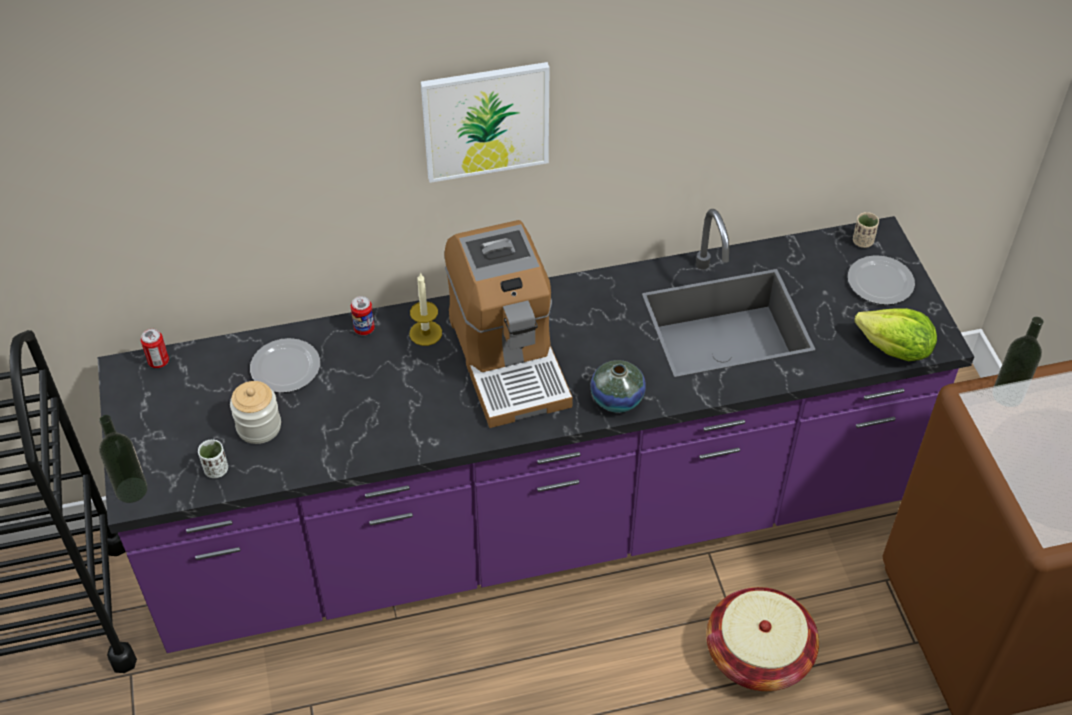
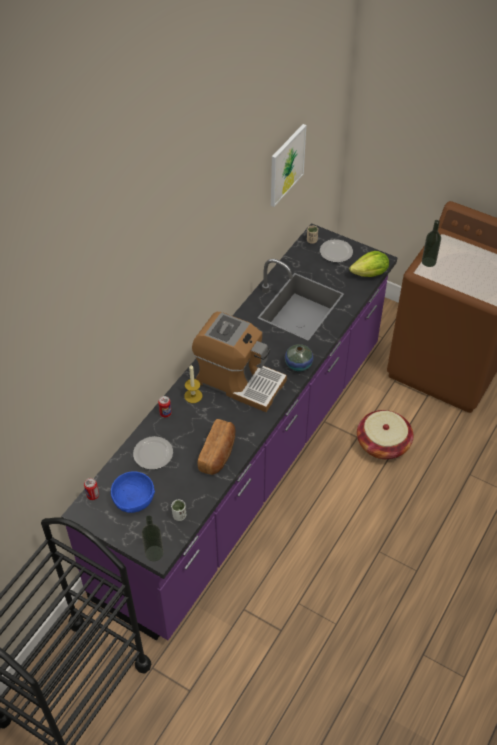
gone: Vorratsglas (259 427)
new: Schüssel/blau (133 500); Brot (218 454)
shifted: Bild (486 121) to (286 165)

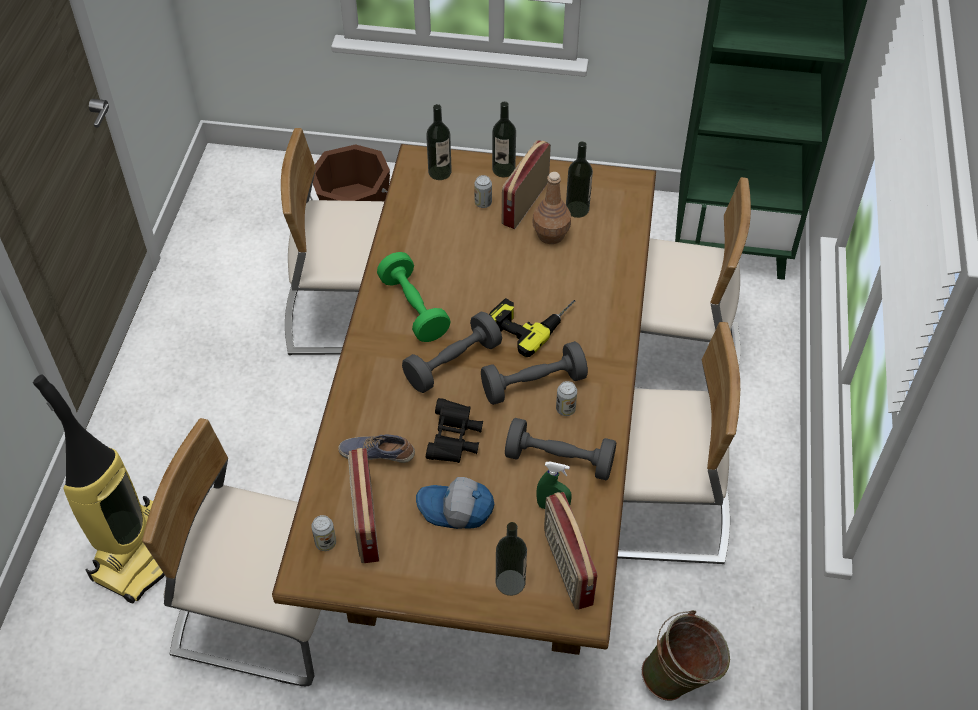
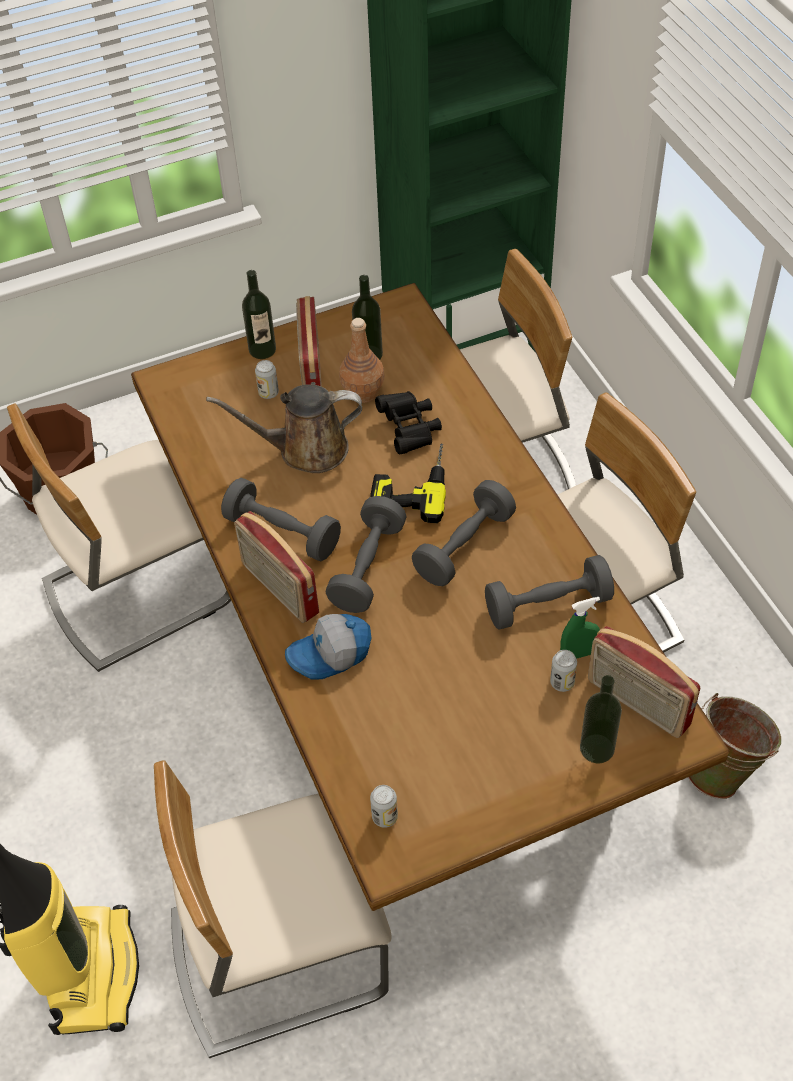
gone: Schuh (377 454); Flasche (439 172)
new: Gießkanne/braun (306 450)
shifted: Radio (365 523) to (279 589); Kappe (456 510) to (331 655); Fernglas/schwarz (454 440) to (410 430); Dose (565 409) to (562 682)
repainted: Hantel/grün (414 308) to Hantel/grau (282 533)

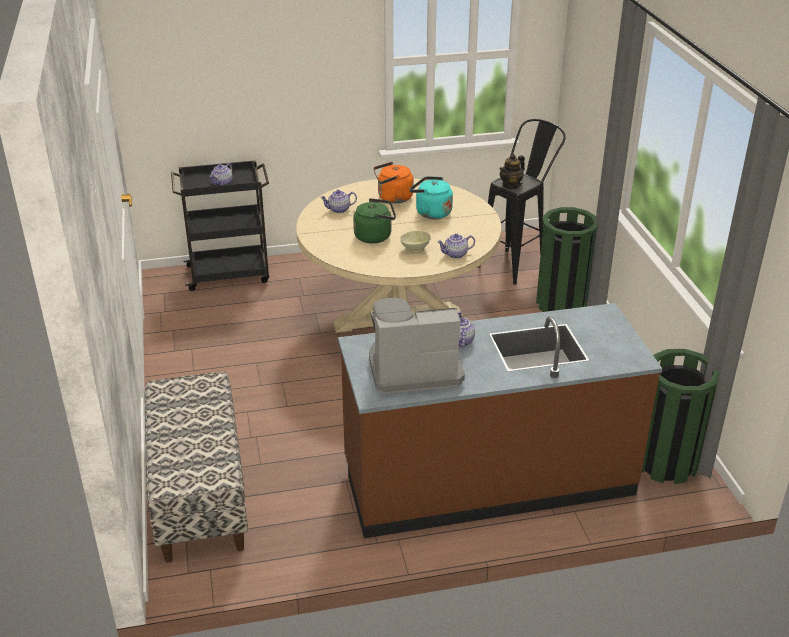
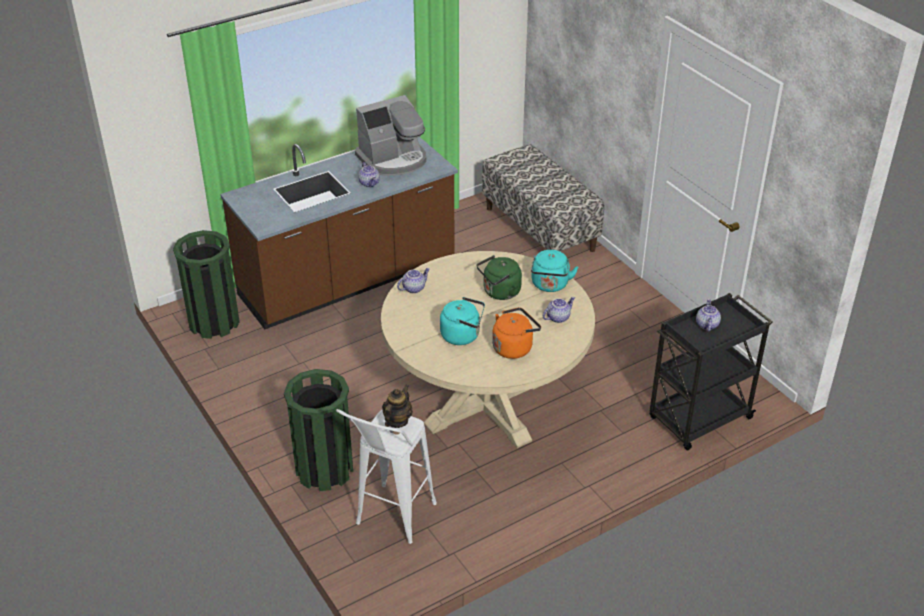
gone: Schüssel/beige (415 249)
new: Wasserkessel/türkis (550 285)
repainted: Hocker/schwarz (517 263) to Hocker/weiß (390 522)

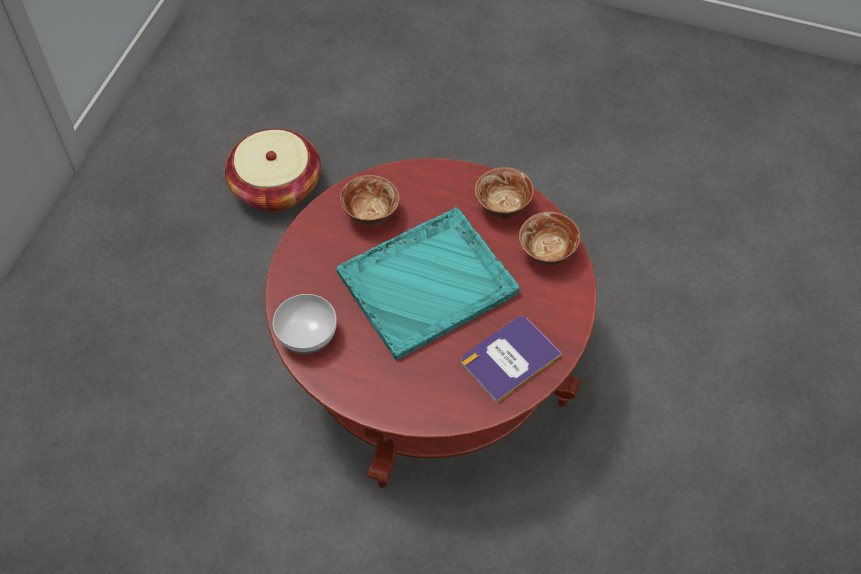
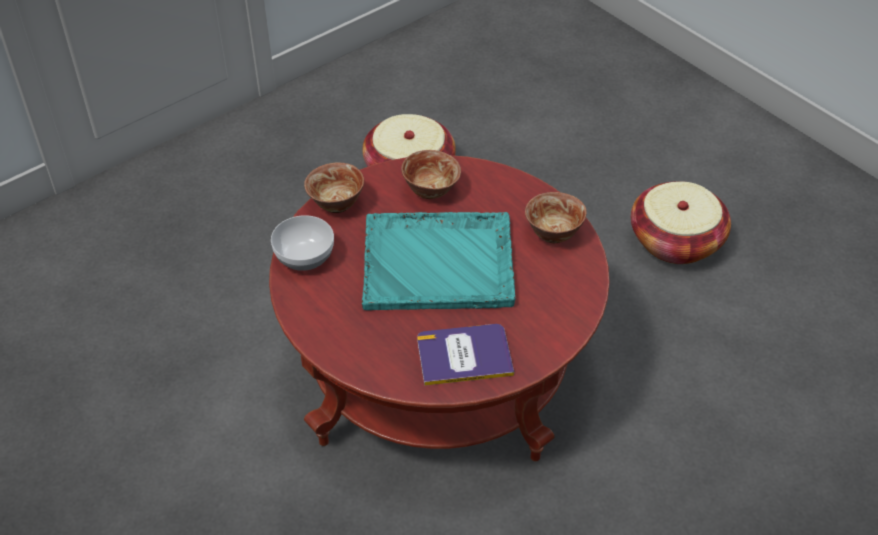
new: Korb (676 241)
shifted: Schüssel (547 253) to (336 204)

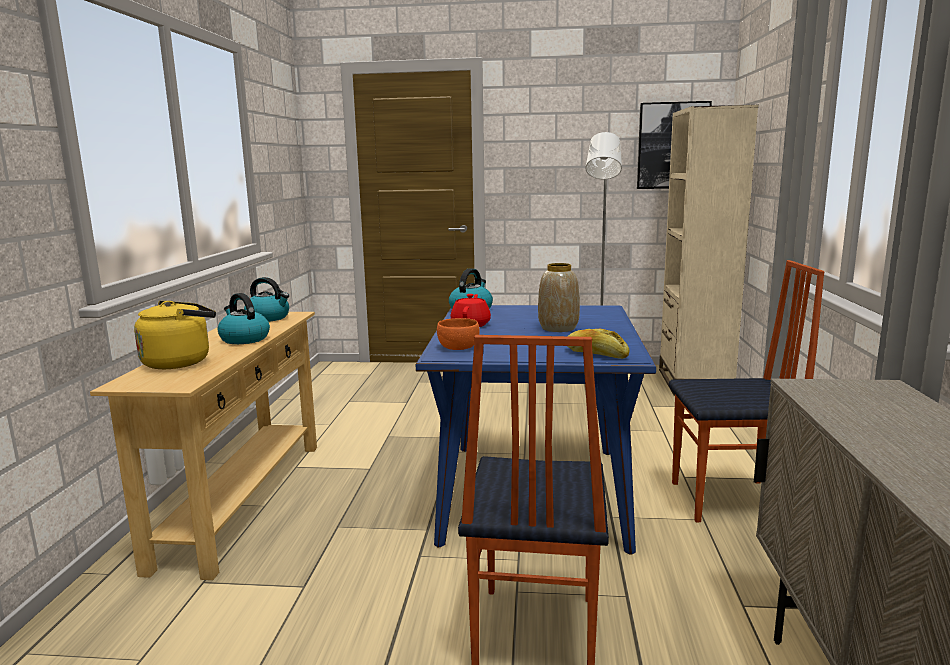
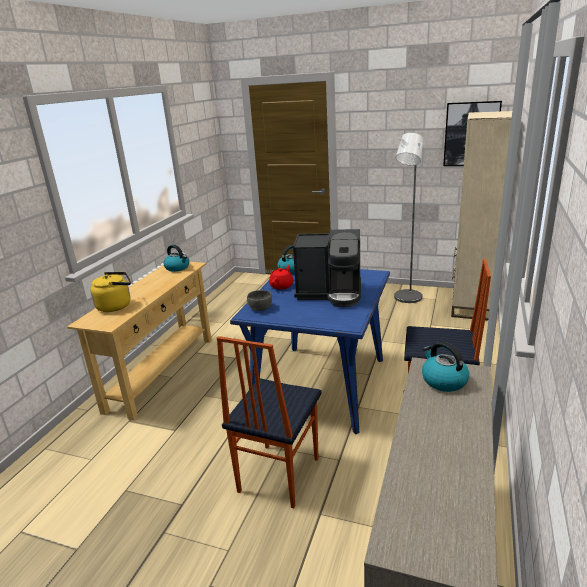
gone: Brot (596 354)
shifted: Wasserkessel (244 339) to (443 381)
swapped: Vase (558 328) to Kaffeemaschine (331 293)
repainted: Schüssel/orange (459 347) to Schüssel/grau (260 308)

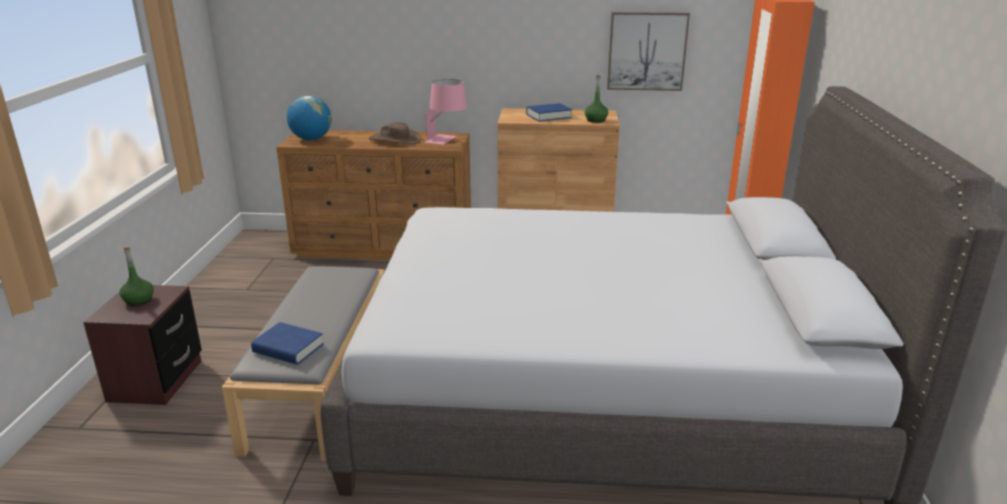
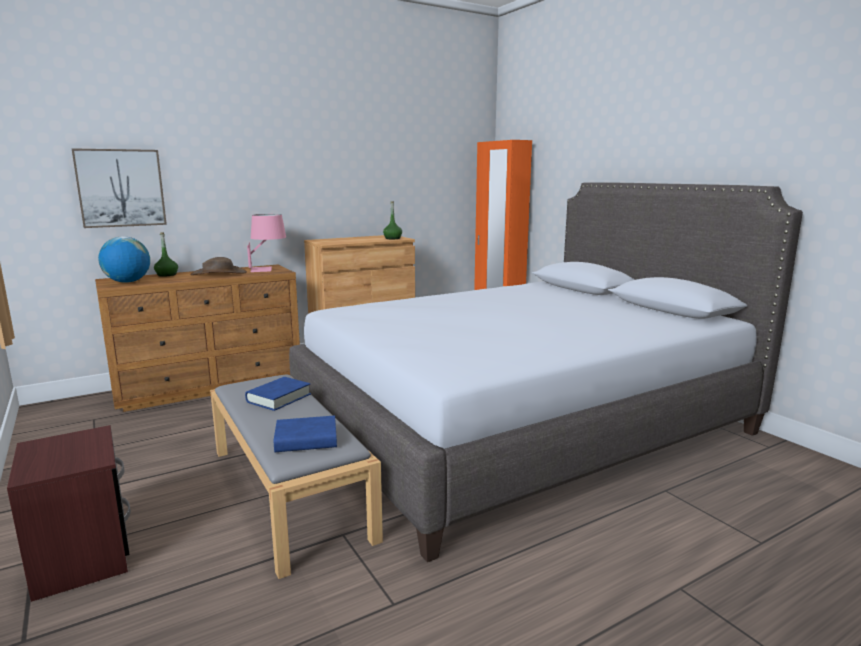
shifted: Flasche/grün (139 300) to (167 275); Buch/blau (548 116) to (279 398); Bild (647 51) to (121 188)

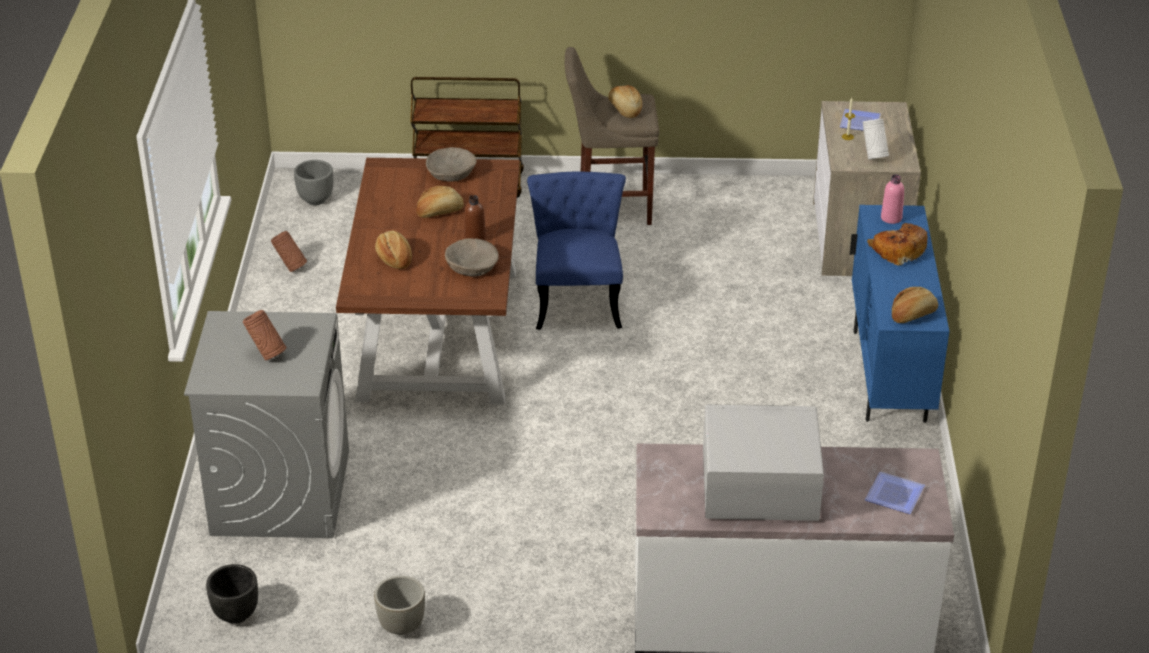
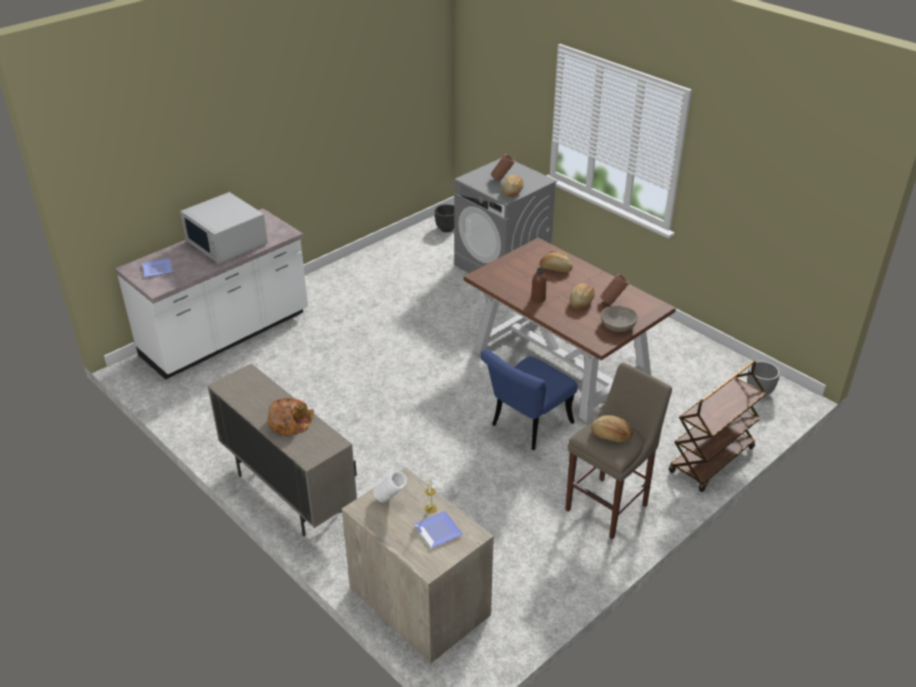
gone: Pflanzkübel/grau (401 625); Schüssel/beige (471 266); Flasche/rosa (891 218)
shifted: Vase/braun (290 267) to (612 302); Brot (913 315) to (512 191)
repainted: Schrank/blau (889 376) to Schrank/beige (288 493)
rotated: Stuhl/blau (577 299) = (526 426) 90 degrees clockwise; Mikrowelle/weiß (758 486) = (227 243) 90 degrees clockwise

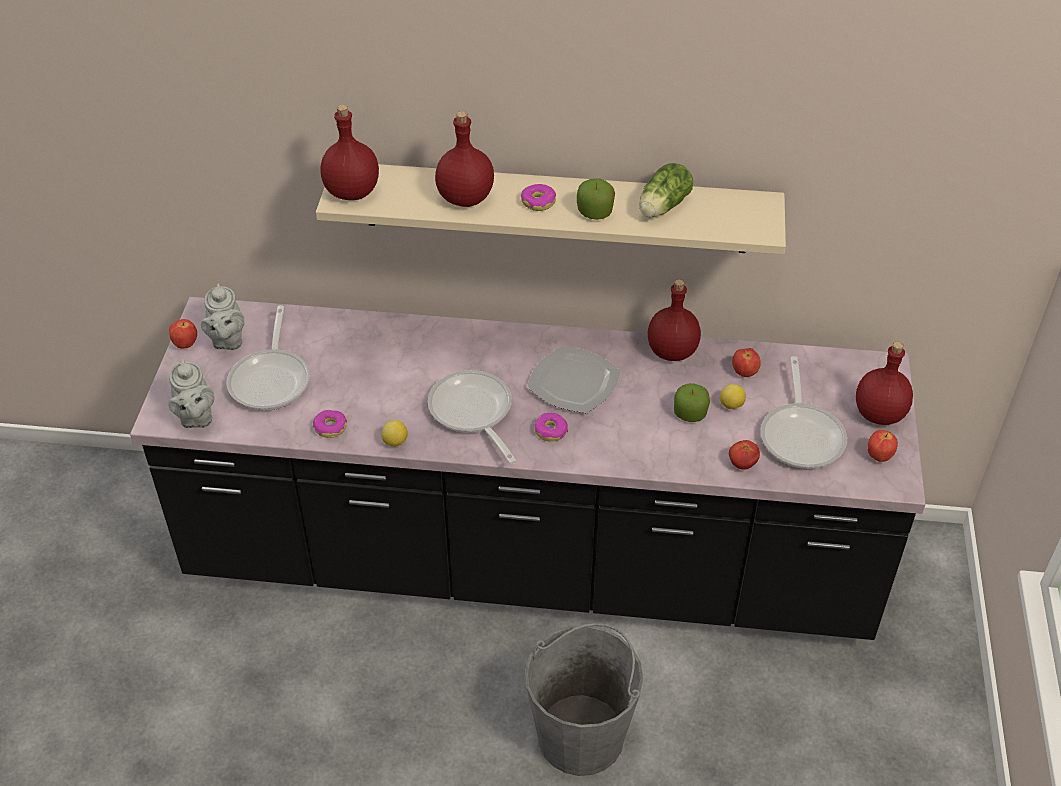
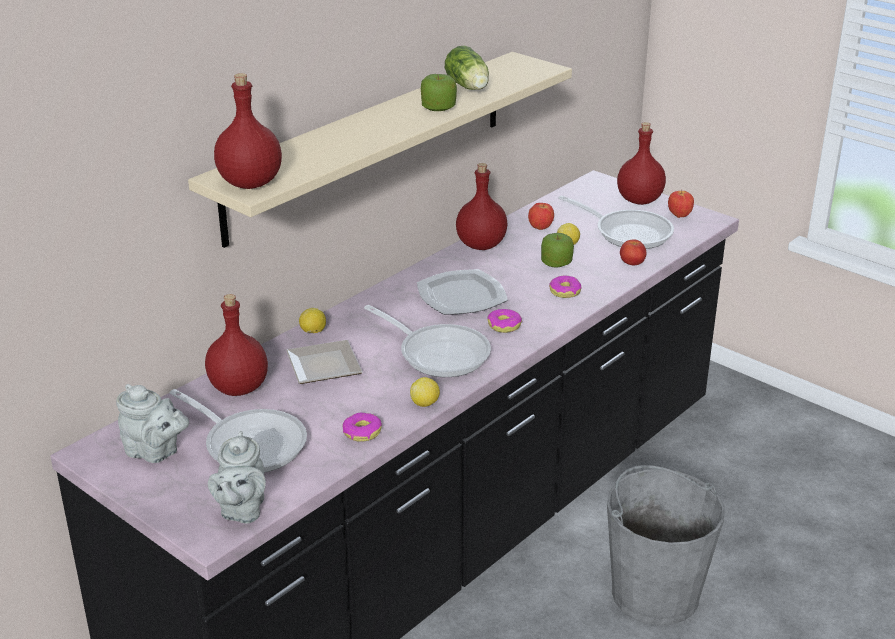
gone: Apfel (186 344)
new: Teller (326 364); Zitrone (313 332)
shifted: Flasche/rot (464 199) to (239 388); Donut (538 202) to (565 291)
rotated: Teekanne/grau (196 418) = (241 510) 75 degrees clockwise; Pfanne (473 413) = (438 353) 150 degrees counterclockwise

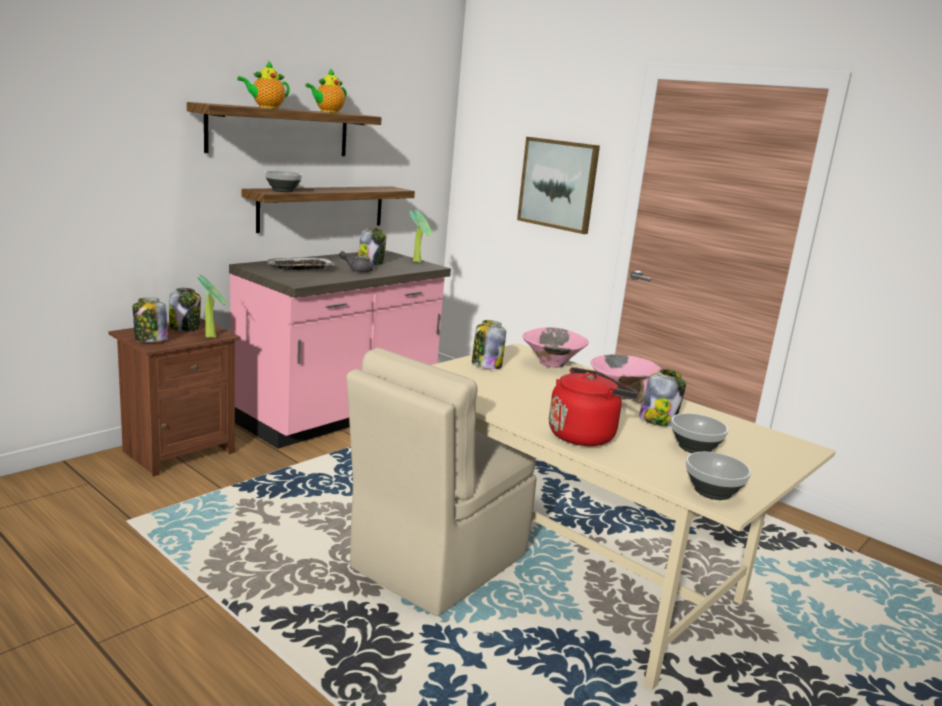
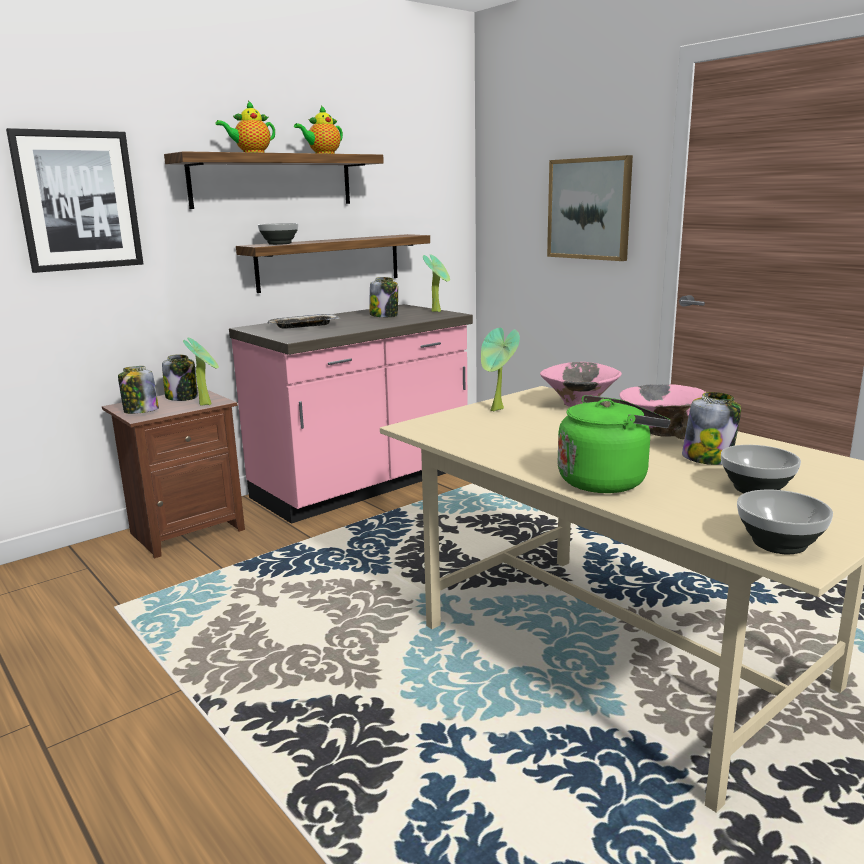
gone: Teekanne/grau (357 270); Stuhl/beige (436 563)
new: Bild (78 201)
swapped: Vorratsglas (486 365) to Topfpflanze (497 410)
repainted: Wasserkessel/rot (584 435) to Wasserkessel/grün (606 480)

